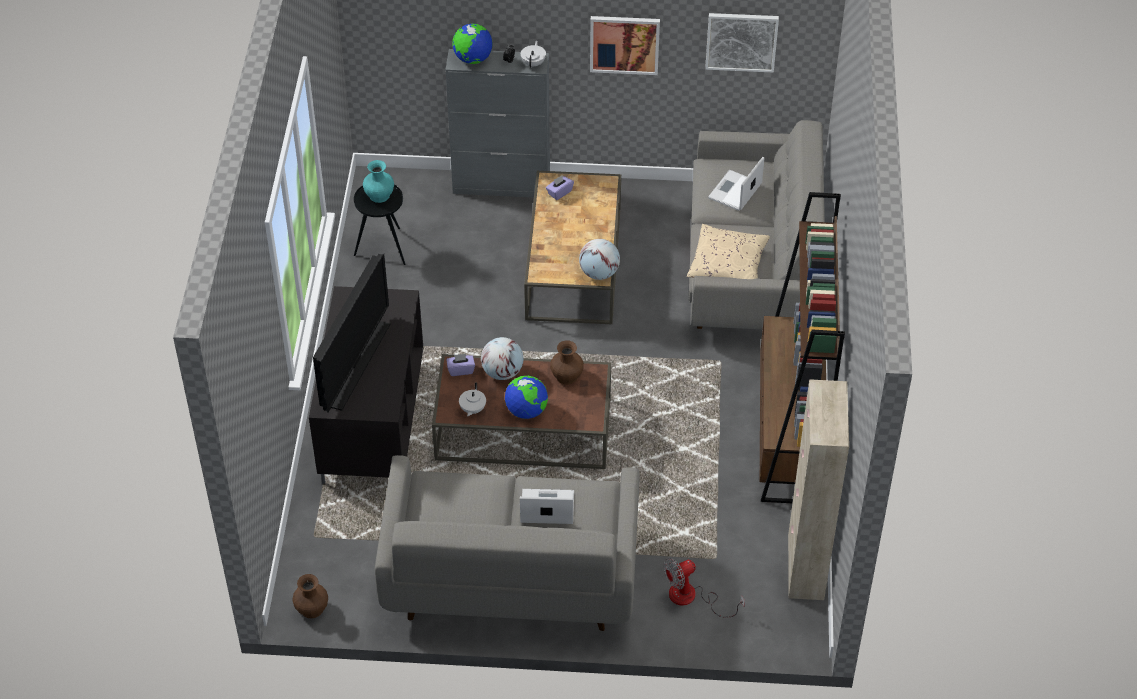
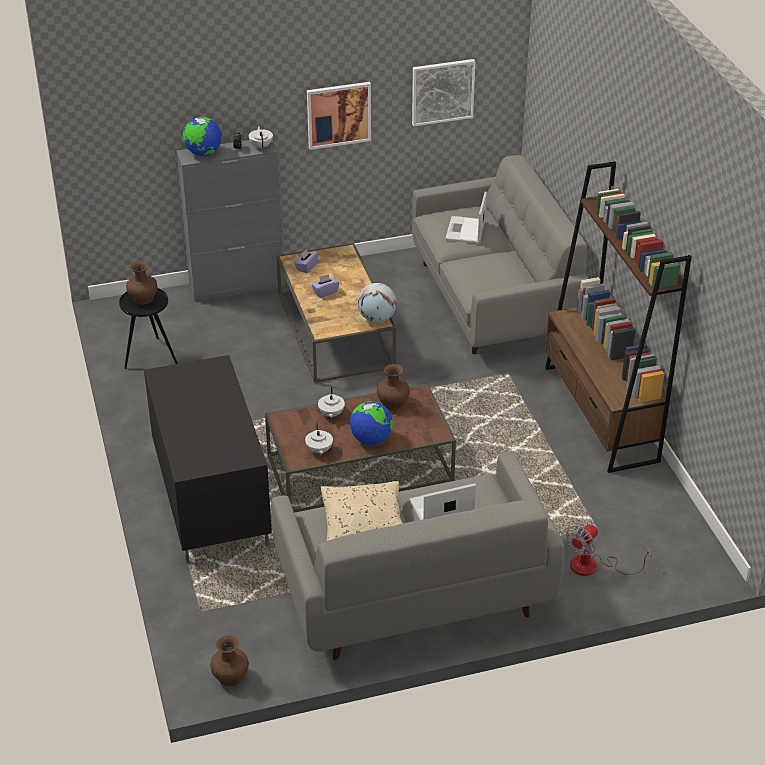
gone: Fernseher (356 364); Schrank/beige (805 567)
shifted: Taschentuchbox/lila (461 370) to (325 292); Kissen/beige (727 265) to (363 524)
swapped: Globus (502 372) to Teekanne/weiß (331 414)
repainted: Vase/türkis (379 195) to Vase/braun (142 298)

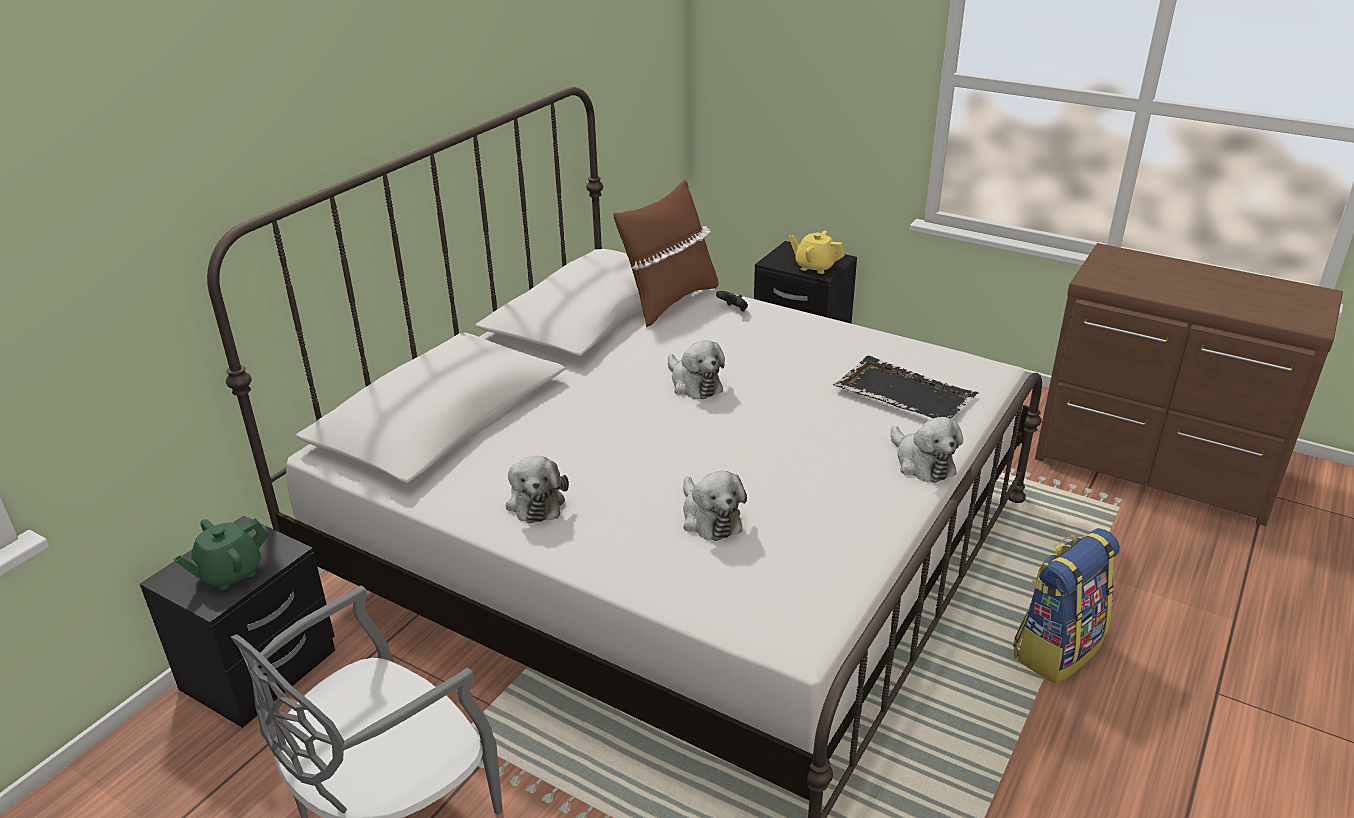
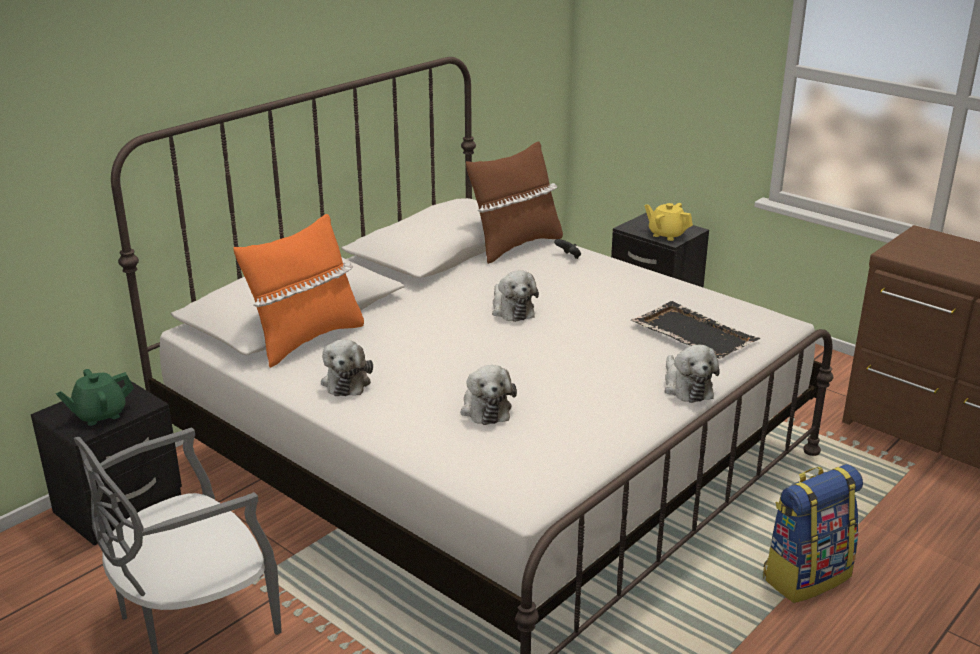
new: Kissen/orange (306 340)

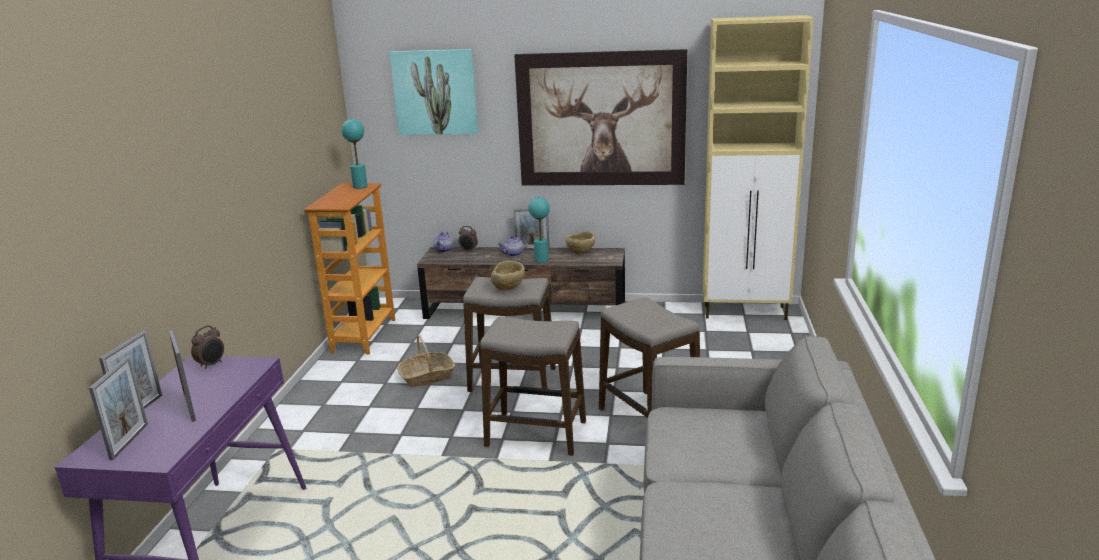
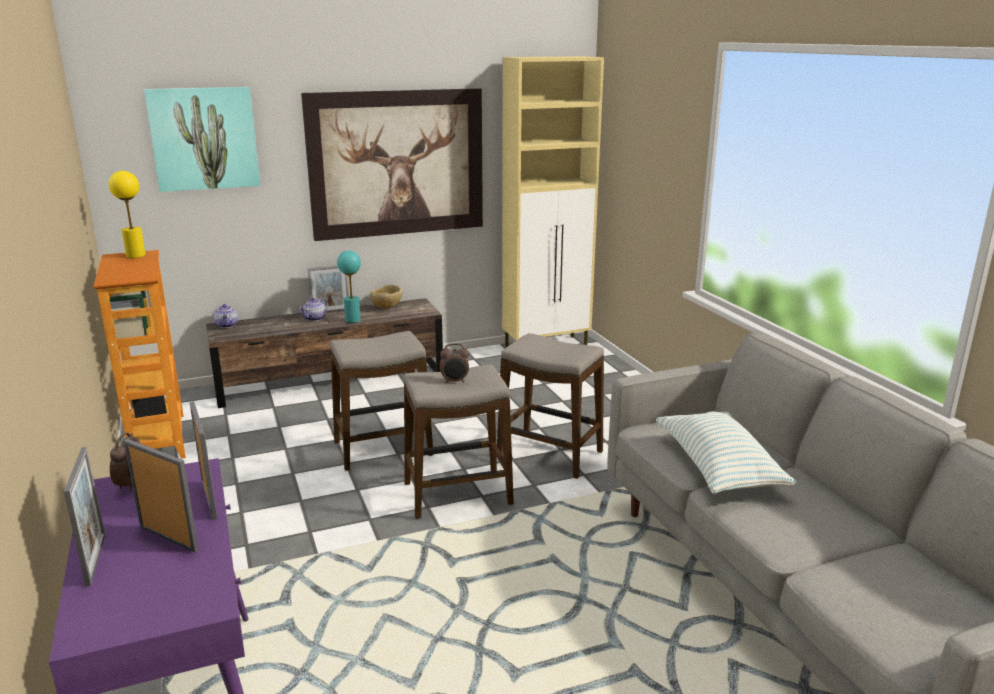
gone: Korb (427 377); Schüssel/beige (508 288)
new: Kissen (718 468)
shifted: Bilderrahmen (129 441) to (209 500); Wecker (468 250) to (454 381)
repainted: Tischlampe/türkis (360 186) to Tischlampe/gelb (135 255)

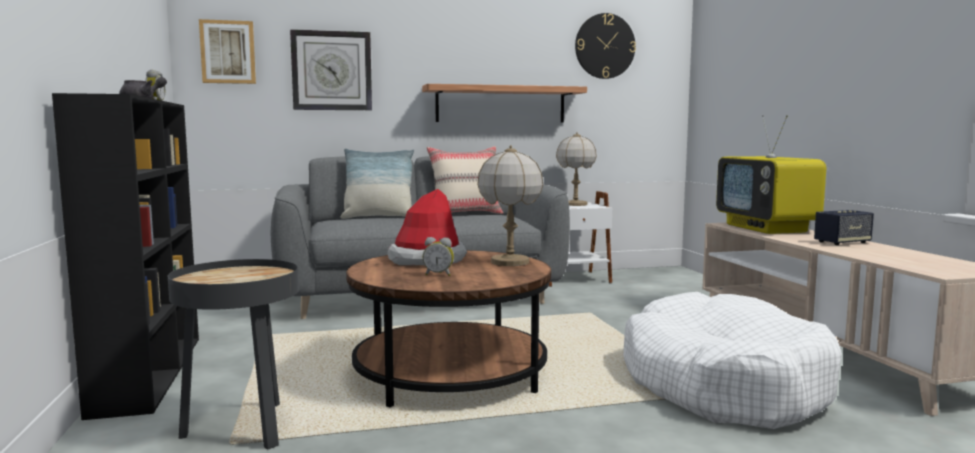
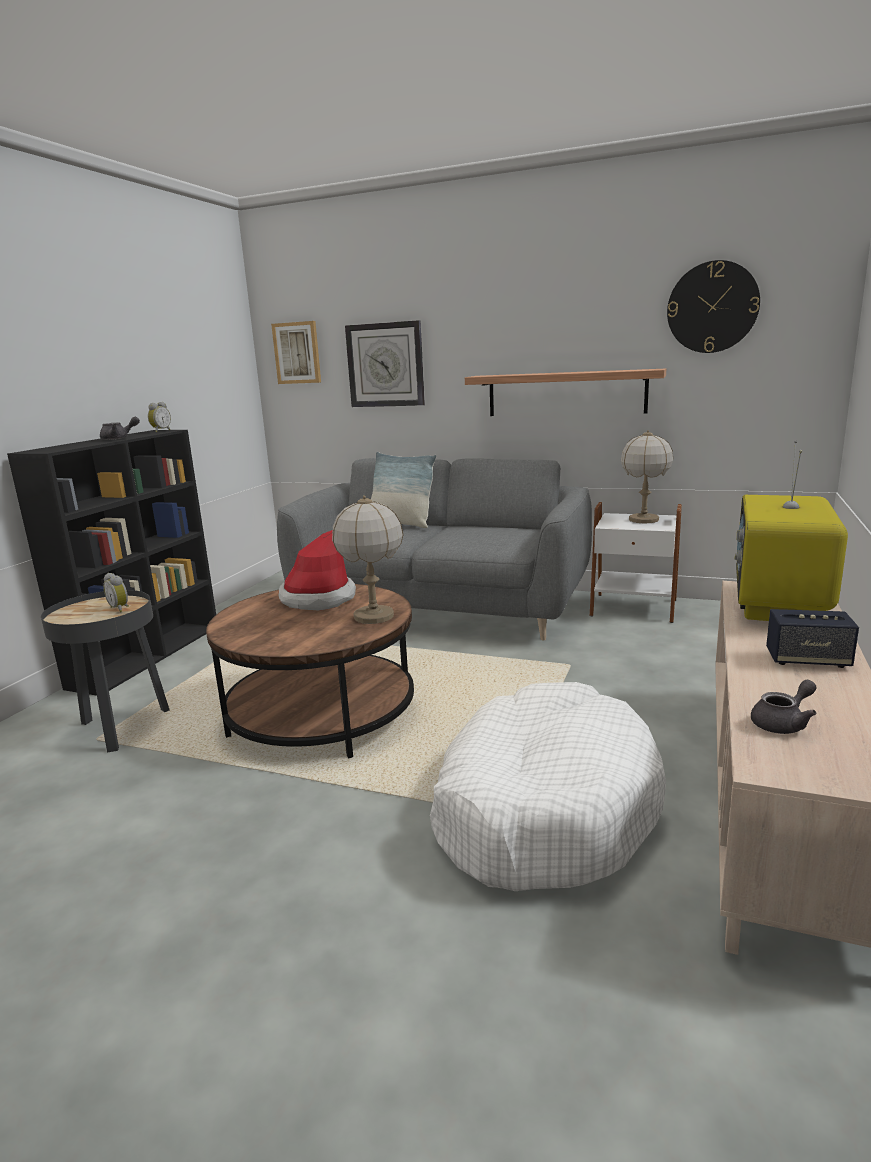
gone: Kissen/beige (465 214)
new: Teekanne/grau (783 723)
shifted: Wecker (438 274) to (120 608)

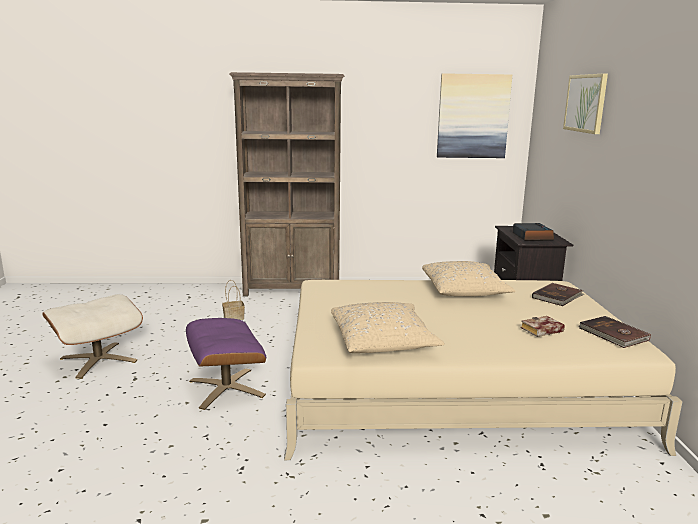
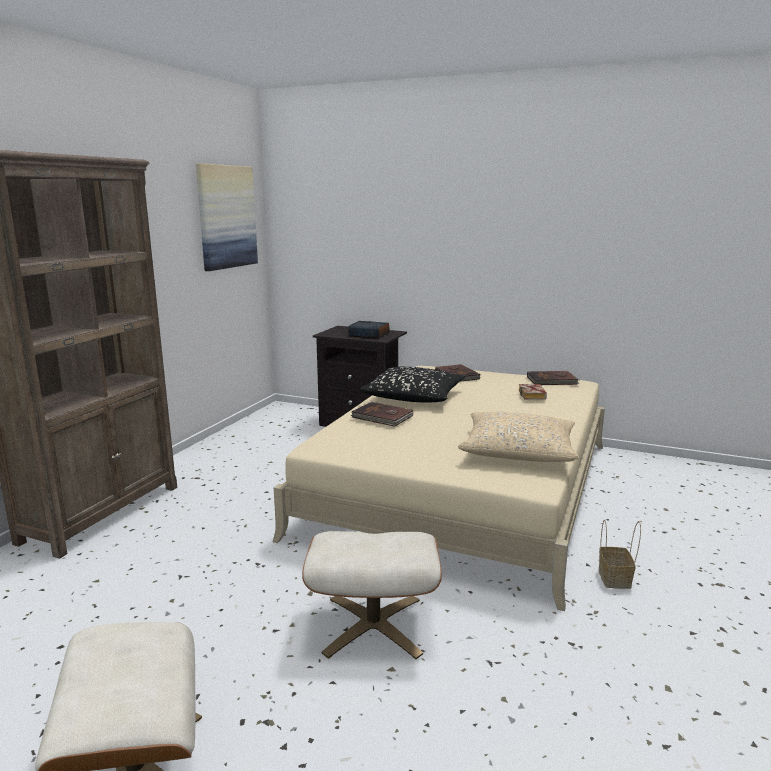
gone: Bild (585 103)
new: Buch/braun (382 417)
shifted: Korb (233 318) to (615 579)
repainted: Polsterhocker/lila (226 388) to Polsterhocker/beige (373 626); Kissen/beige (464 291) to Kissen/schwarz (414 397)

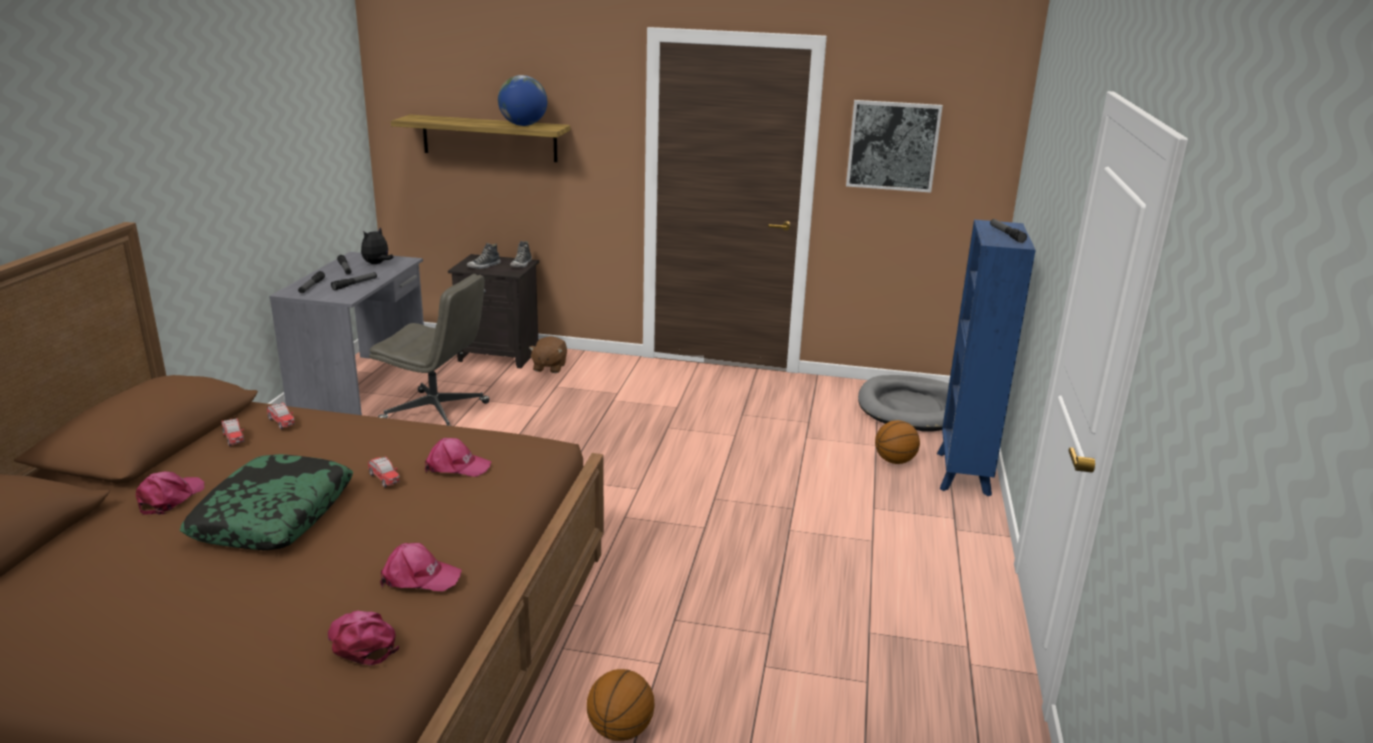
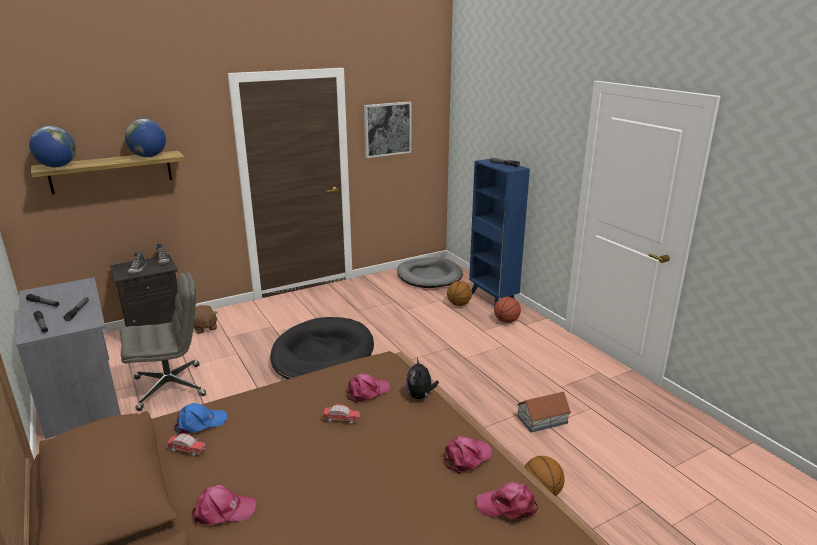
gone: Kissen (273 515)
new: Globus (57 166); Hundebett/schwarz (323 355); Basketball (506 321); Spielzeughaus (541 419)
shifted: Plüschtier (377 264) to (420 396)
swapped: Spielzeugauto (282 422) to Kappe/blau (200 423)
rotated: Kappe/rosa (170 498) = (223 511) 105 degrees clockwise

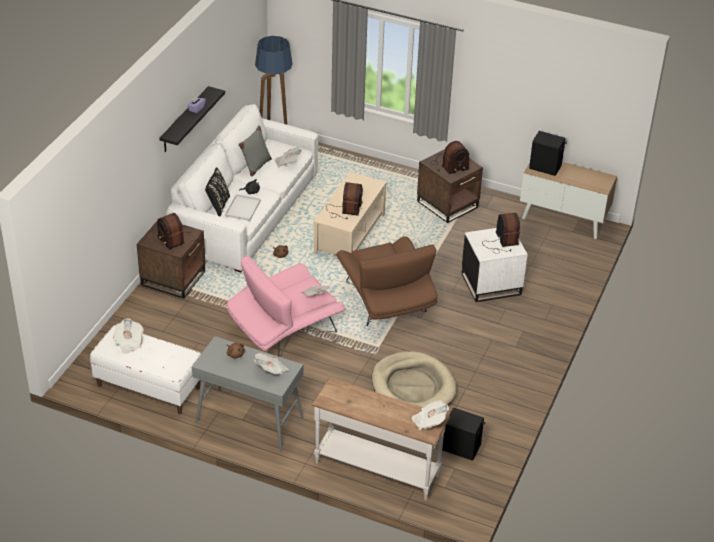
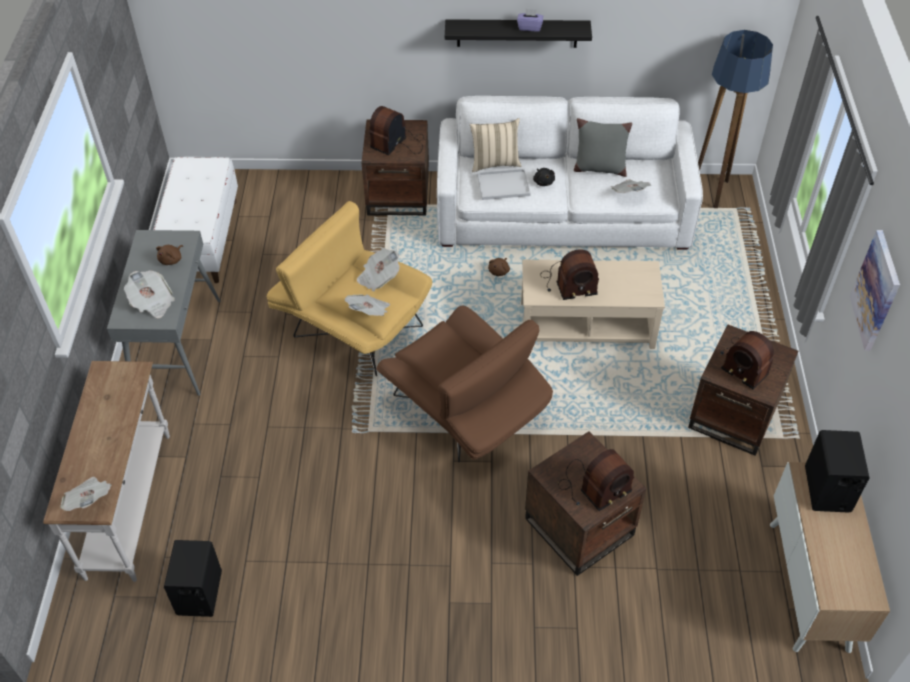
gone: Hundebett/beige (413 387)
new: Bild (876 291)
shifted: Zeitung (129 343) to (378 277)
repainted: Kissen/schwarz (218 206) to Kissen/beige (495 163); Sessel/rosa (284 332) to Sessel/gelb (351 325); Beistelltisch/weiß (491 283) to Beistelltisch/braun (580 526)
rotated: Sessel/braun (386 302) = (466 411) 90 degrees counterclockwise

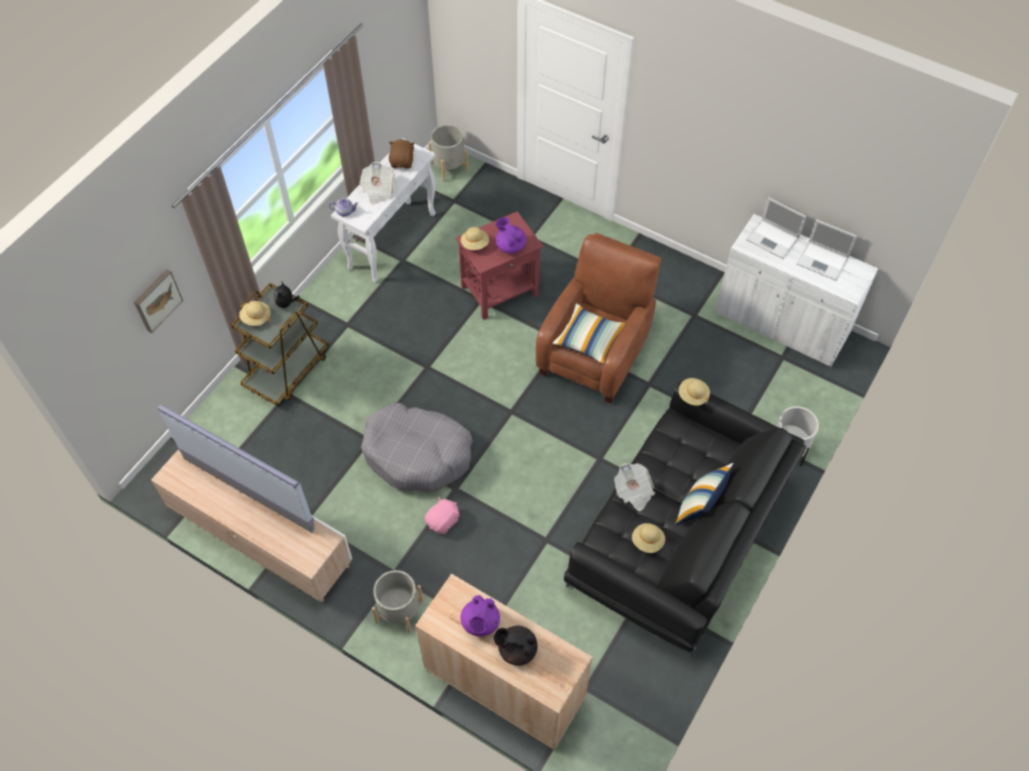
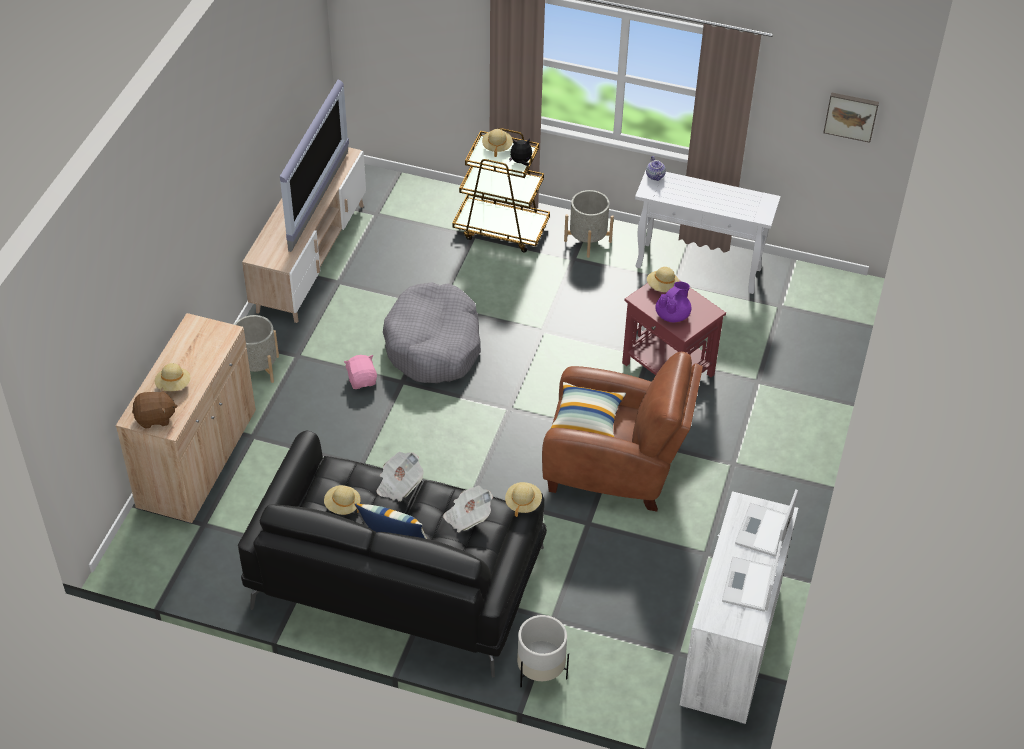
gone: Teekanne/lila (480 623)
shifted: Bild (156 300) to (851 115); Zeitung (378 190) to (467 517); Plüschtier/braun (402 162) to (155 418); Pflanzkübel/grau (449 167) to (587 241)
swapped: Teekanne/schwarz (516 649) to Hut/beige (173 385)
rotated: Plüschtier/rosa (443 521) = (362 380) 135 degrees counterclockwise

